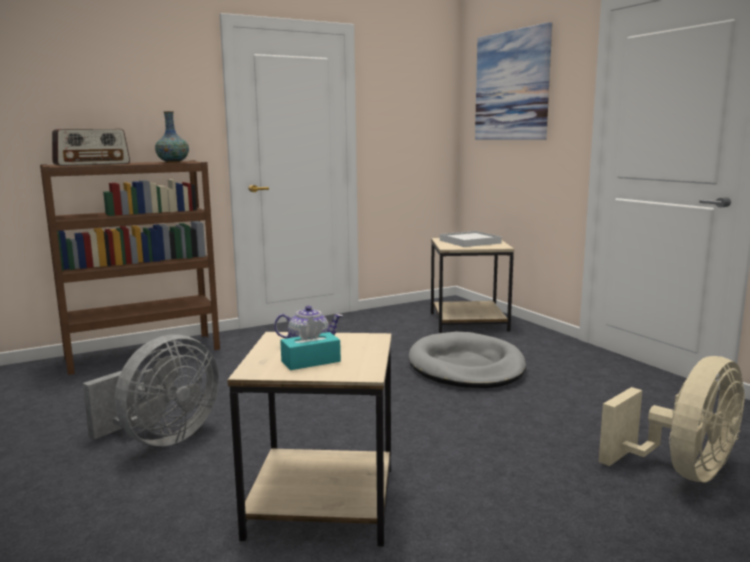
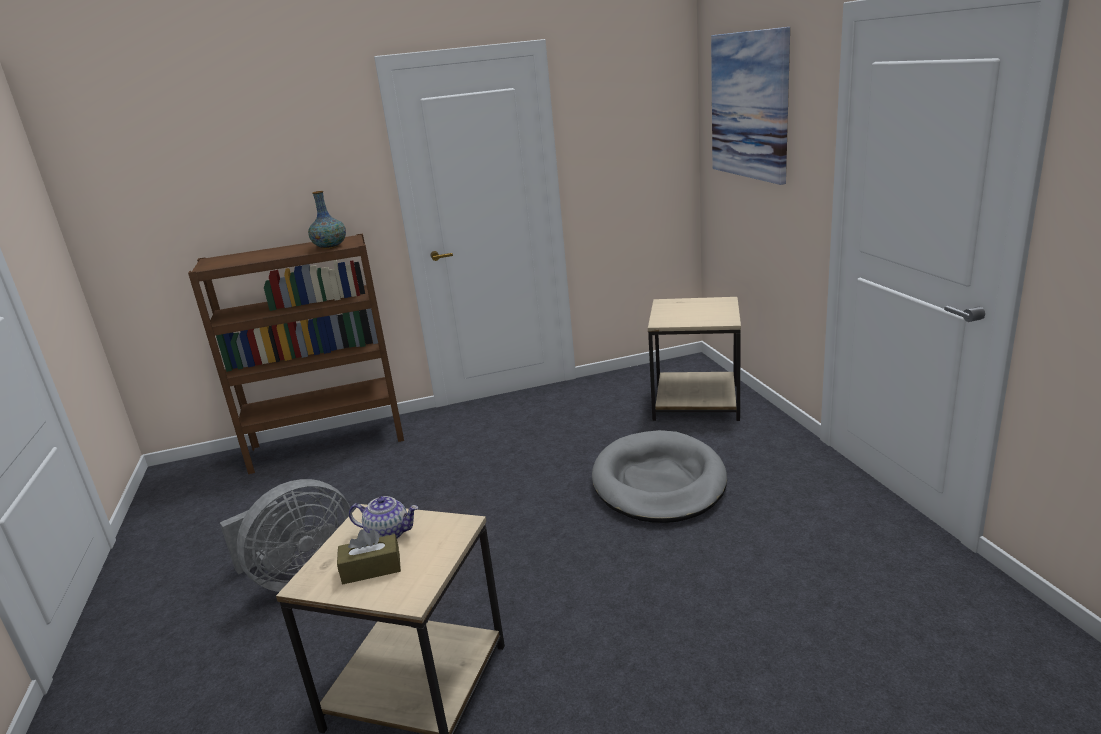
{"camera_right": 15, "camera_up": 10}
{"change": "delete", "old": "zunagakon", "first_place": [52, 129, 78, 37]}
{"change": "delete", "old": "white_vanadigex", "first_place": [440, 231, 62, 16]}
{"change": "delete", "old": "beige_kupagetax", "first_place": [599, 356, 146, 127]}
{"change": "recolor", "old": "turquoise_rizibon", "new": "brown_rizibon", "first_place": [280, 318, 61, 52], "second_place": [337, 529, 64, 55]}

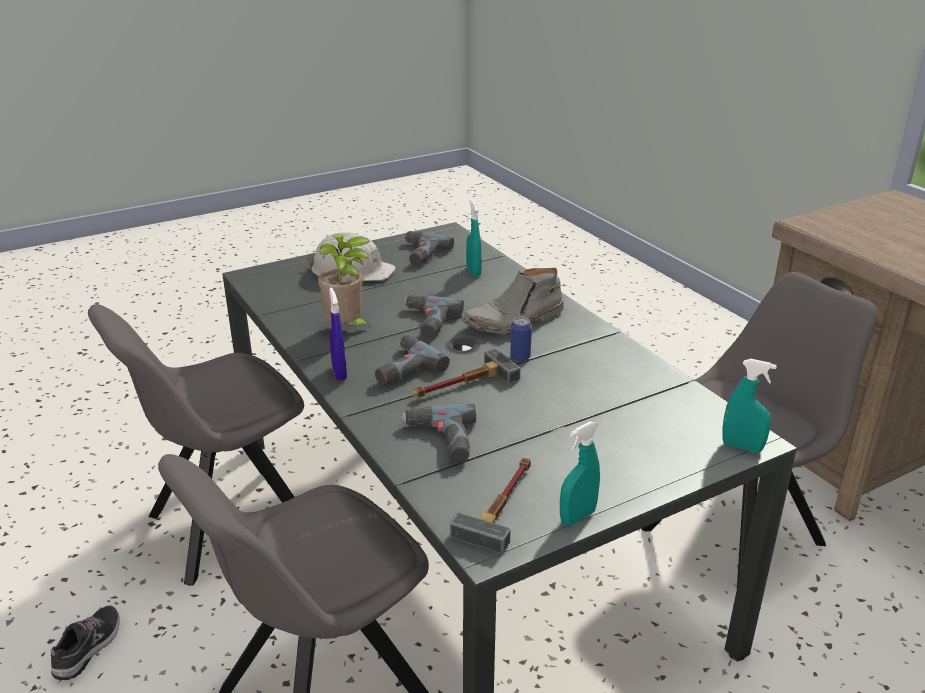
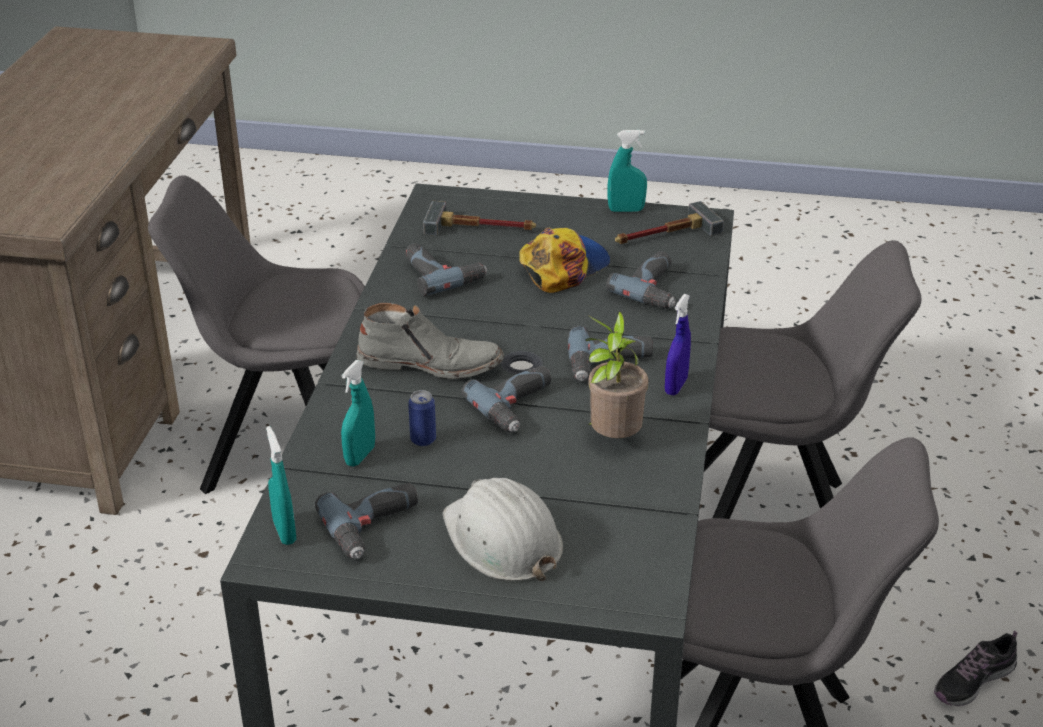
{"camera_right": -140, "camera_up": 5}
{"change": "insert", "new": "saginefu", "second_place": [406, 243, 82, 53]}
{"change": "insert", "new": "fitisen", "second_place": [519, 228, 92, 65]}
{"change": "move", "old": "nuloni", "first_place": [412, 349, 108, 49], "second_place": [423, 201, 113, 35]}
{"change": "move", "old": "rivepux", "first_place": [510, 317, 22, 45], "second_place": [408, 390, 28, 56]}
{"change": "move", "old": "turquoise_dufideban", "first_place": [722, 359, 55, 94], "second_place": [266, 426, 30, 119]}

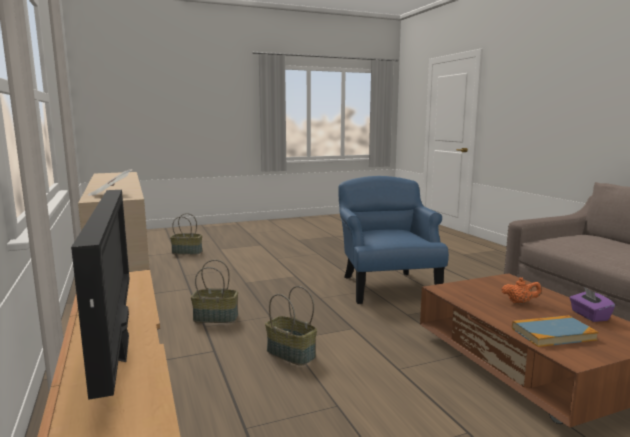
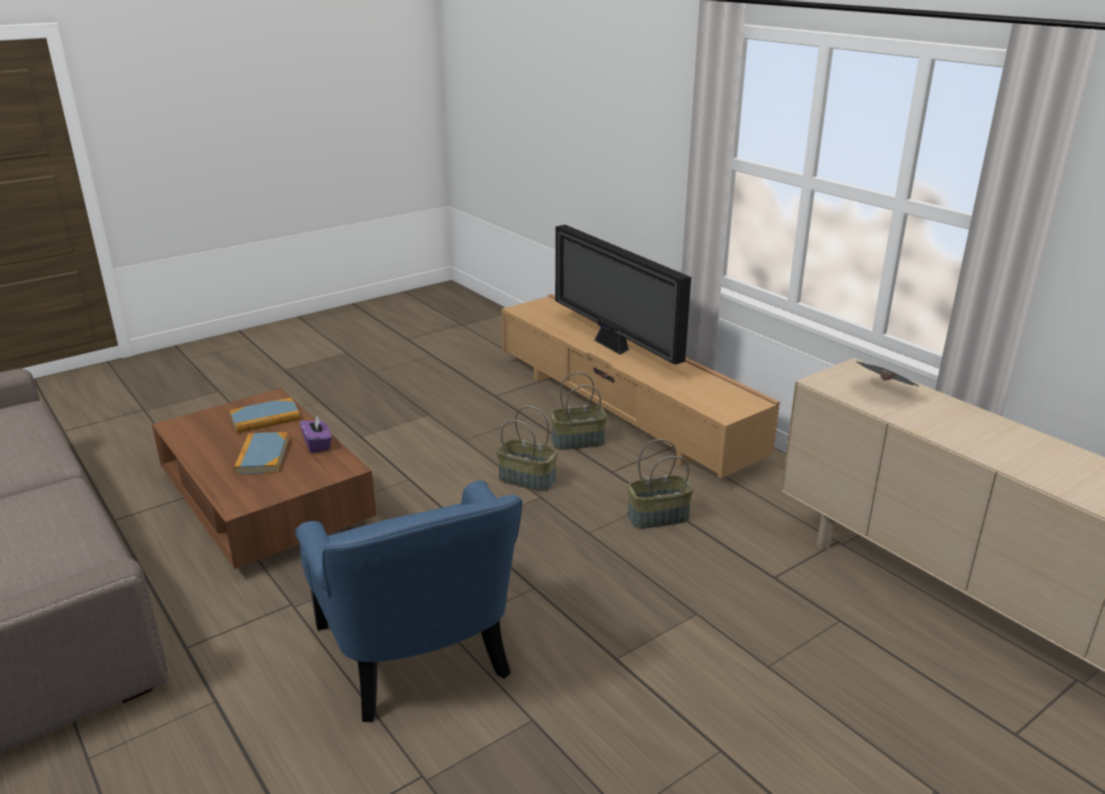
{"camera_right": 165, "camera_up": 15}
{"change": "move", "old": "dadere", "first_place": [170, 213, 32, 42], "second_place": [550, 372, 57, 78]}
{"change": "move", "old": "purple_rizibon", "first_place": [570, 287, 45, 35], "second_place": [300, 416, 32, 37]}
{"change": "replace", "old": "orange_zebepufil", "new": "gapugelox", "first_place": [502, 278, 40, 26], "second_place": [234, 432, 55, 43]}

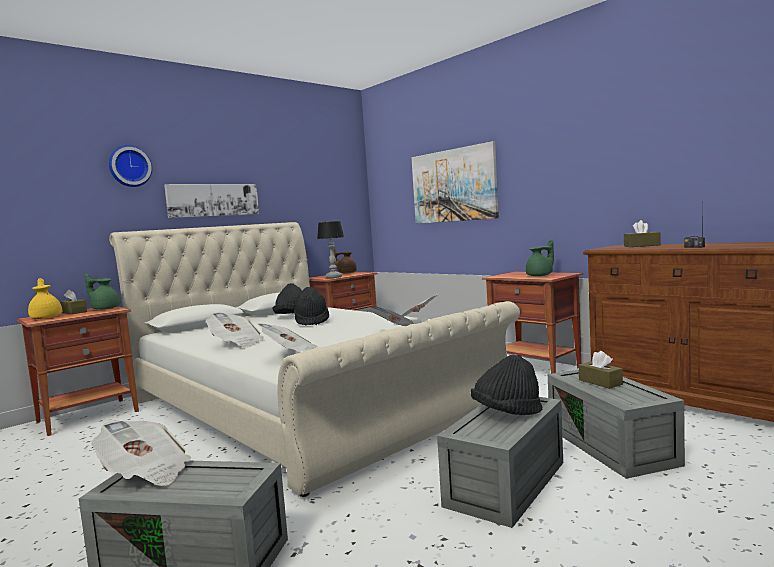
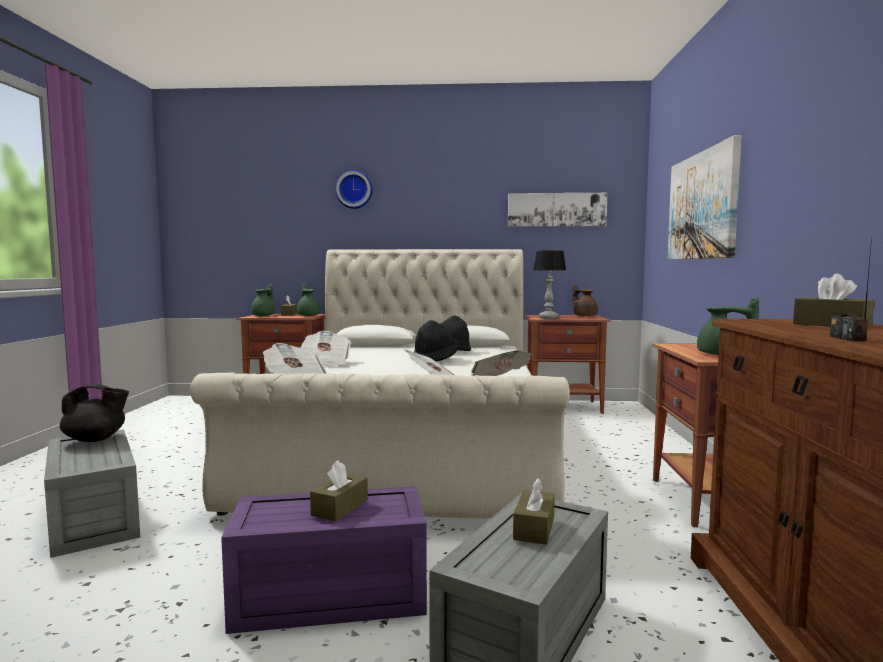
{"camera_right": 45, "camera_up": 0}
{"change": "move", "old": "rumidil", "first_place": [164, 184, 95, 34], "second_place": [508, 193, 100, 34]}
{"change": "replace", "old": "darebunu", "new": "black_zebepufil", "first_place": [91, 420, 101, 66], "second_place": [60, 384, 69, 58]}
{"change": "replace", "old": "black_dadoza", "new": "brown_rizibon", "first_place": [471, 355, 71, 60], "second_place": [310, 460, 58, 61]}
{"change": "recolor", "old": "yellow_zebepufil", "new": "green_zebepufil", "first_place": [28, 278, 34, 41], "second_place": [251, 283, 25, 33]}
{"change": "recolor", "old": "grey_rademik", "new": "purple_rademik", "first_place": [437, 397, 126, 131], "second_place": [221, 486, 206, 148]}

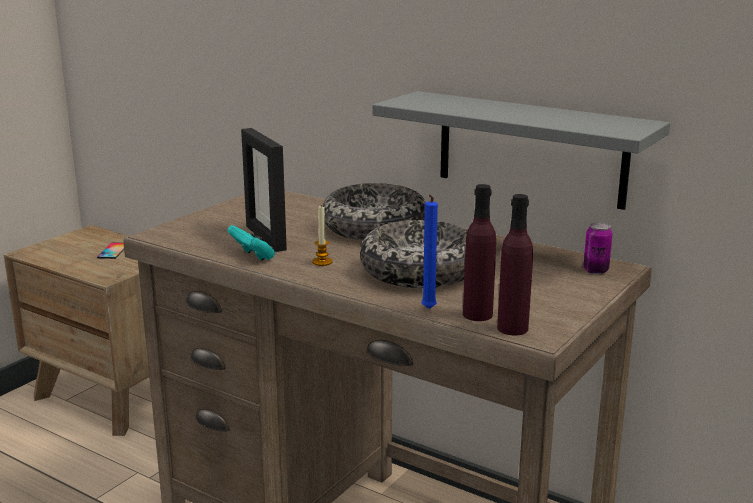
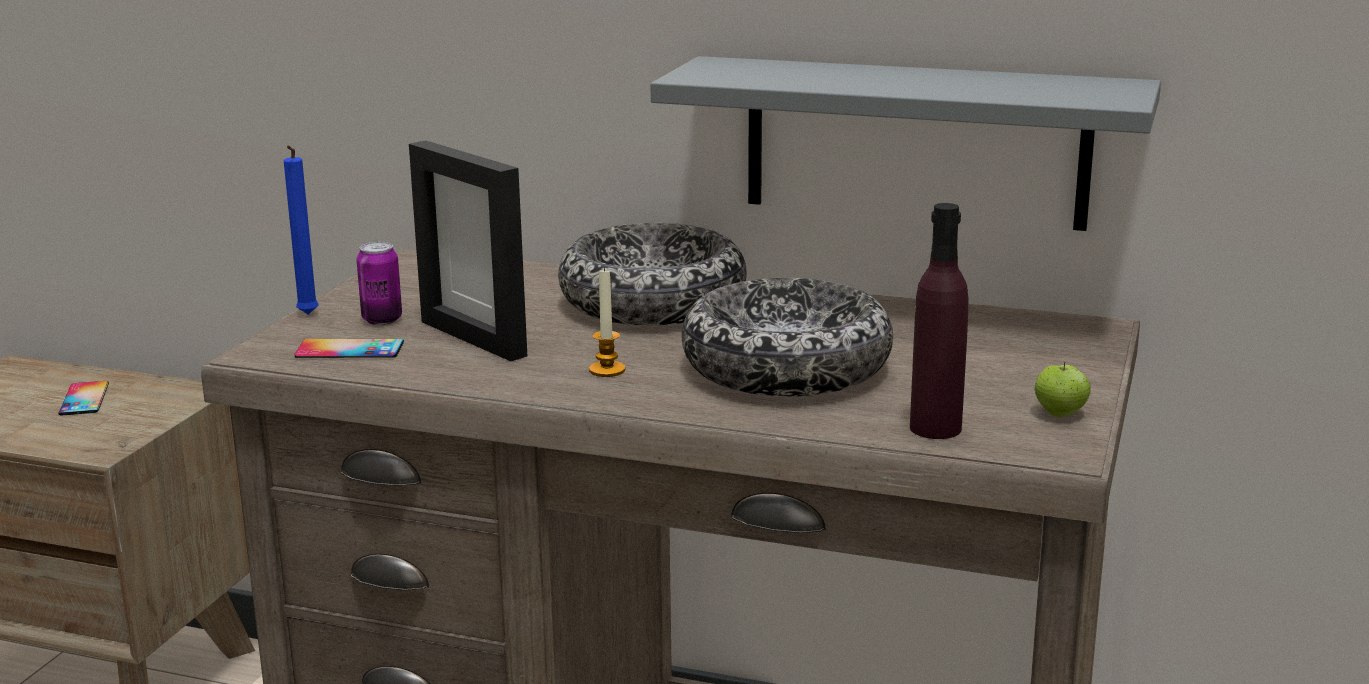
{"camera_right": -15, "camera_up": 0}
{"change": "delete", "old": "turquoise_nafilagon", "first_place": [227, 225, 48, 36]}
{"change": "delete", "old": "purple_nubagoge", "first_place": [497, 194, 36, 141]}
{"change": "insert", "new": "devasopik", "second_place": [294, 339, 110, 19]}
{"change": "insert", "new": "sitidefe", "second_place": [1035, 362, 56, 55]}
{"change": "move", "old": "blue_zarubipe", "first_place": [422, 195, 16, 114], "second_place": [284, 145, 34, 170]}
{"change": "move", "old": "rivepux", "first_place": [583, 222, 29, 52], "second_place": [356, 242, 46, 83]}

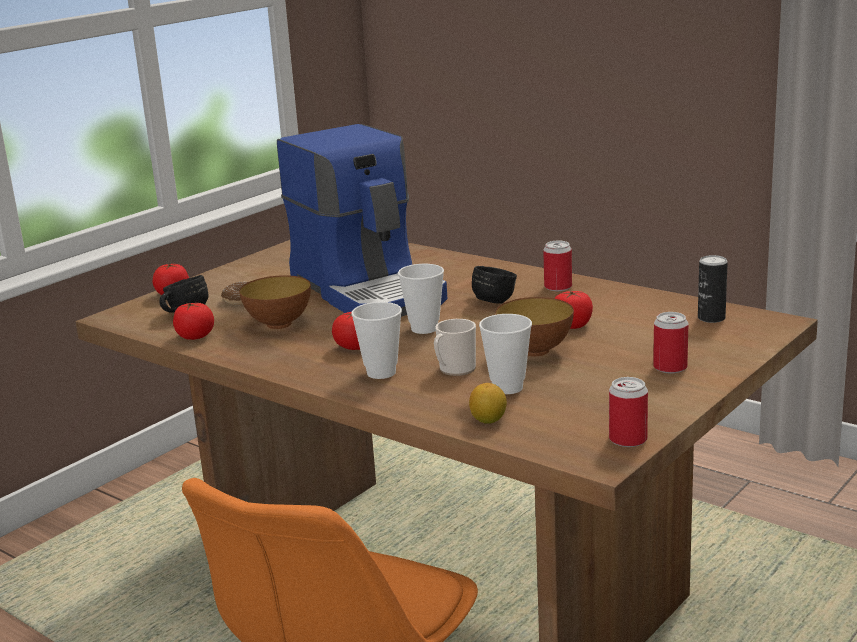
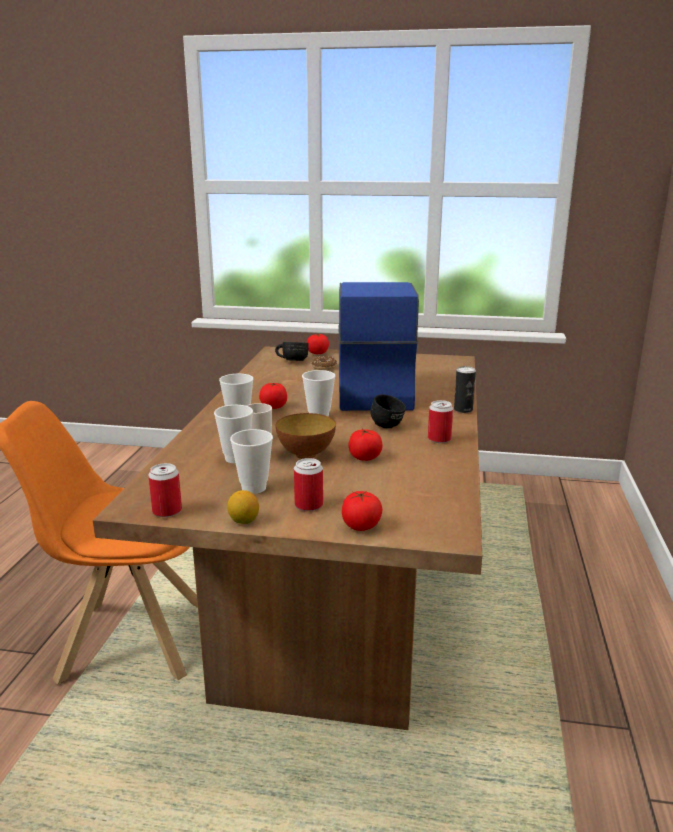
{"camera_right": 60, "camera_up": 0}
{"change": "delete", "old": "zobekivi", "first_place": [239, 275, 72, 54]}
{"change": "insert", "new": "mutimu", "second_place": [230, 429, 43, 65]}
{"change": "move", "old": "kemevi", "first_place": [173, 303, 41, 37], "second_place": [342, 491, 41, 40]}
{"change": "move", "old": "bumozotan", "first_place": [469, 383, 38, 41], "second_place": [227, 490, 32, 34]}
{"change": "move", "old": "rivepux", "first_place": [698, 255, 30, 68], "second_place": [454, 366, 22, 47]}
{"change": "rotate", "old": "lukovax", "first_place": [277, 124, 170, 193], "second_place": [338, 282, 81, 129], "degrees": 150}

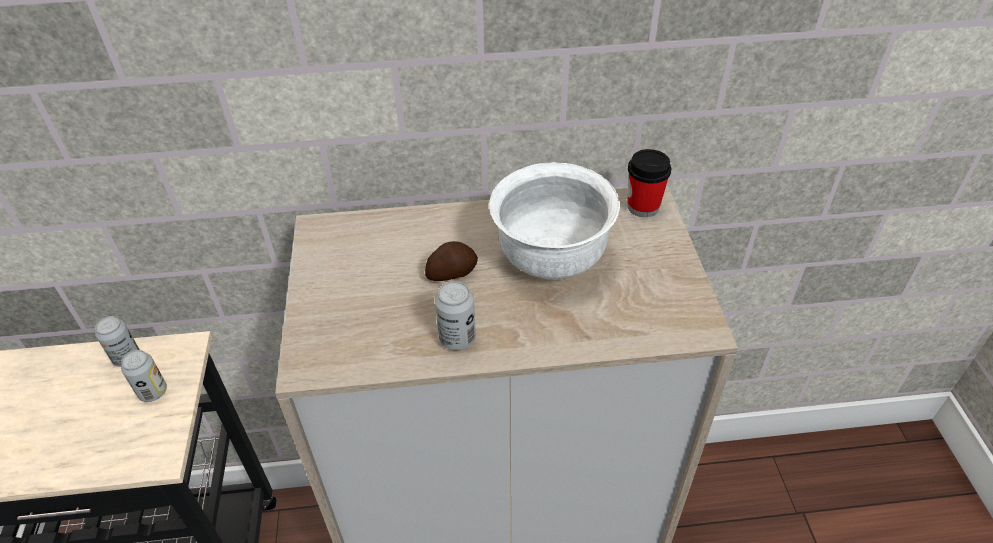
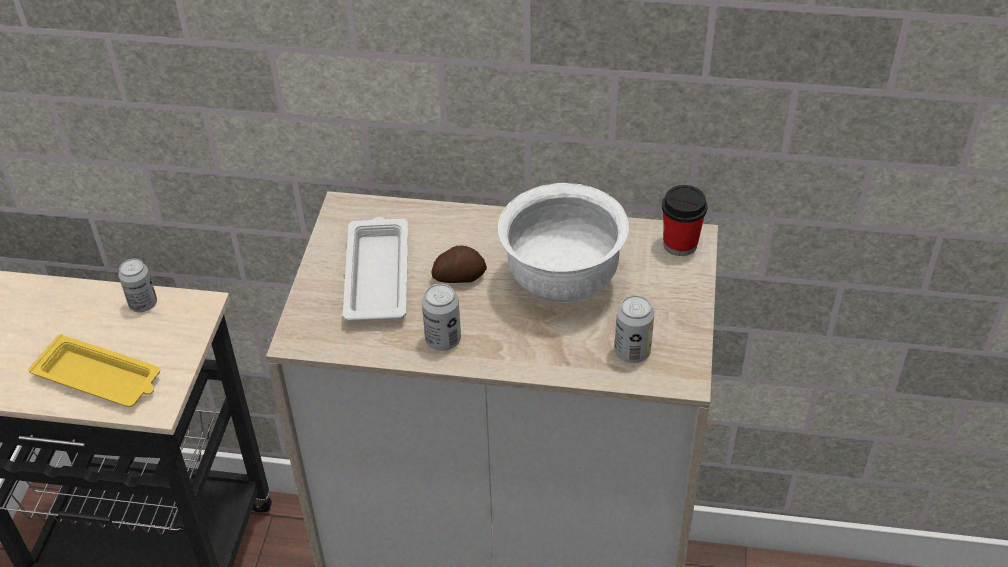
{"camera_right": 15, "camera_up": 0}
{"change": "insert", "new": "yellow_vanadigex", "second_place": [28, 334, 132, 73]}
{"change": "insert", "new": "white_vanadigex", "second_place": [343, 217, 65, 104]}
{"change": "move", "old": "rivepux", "first_place": [121, 350, 46, 52], "second_place": [615, 295, 39, 68]}

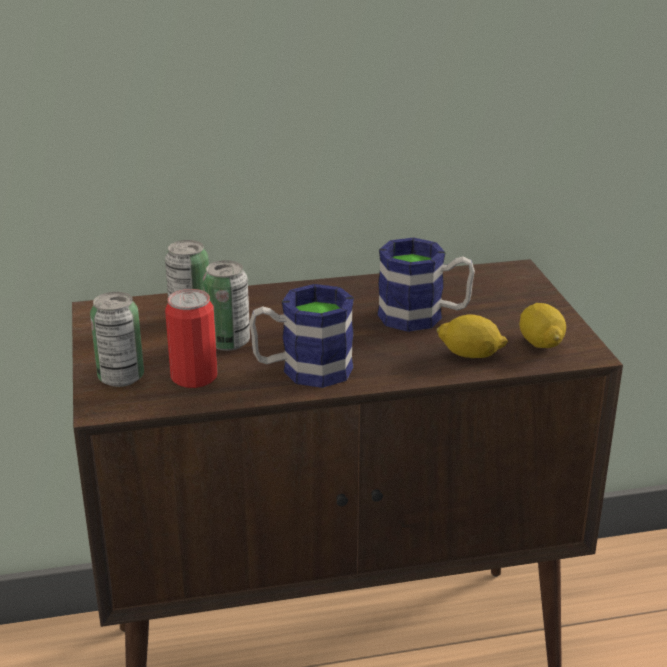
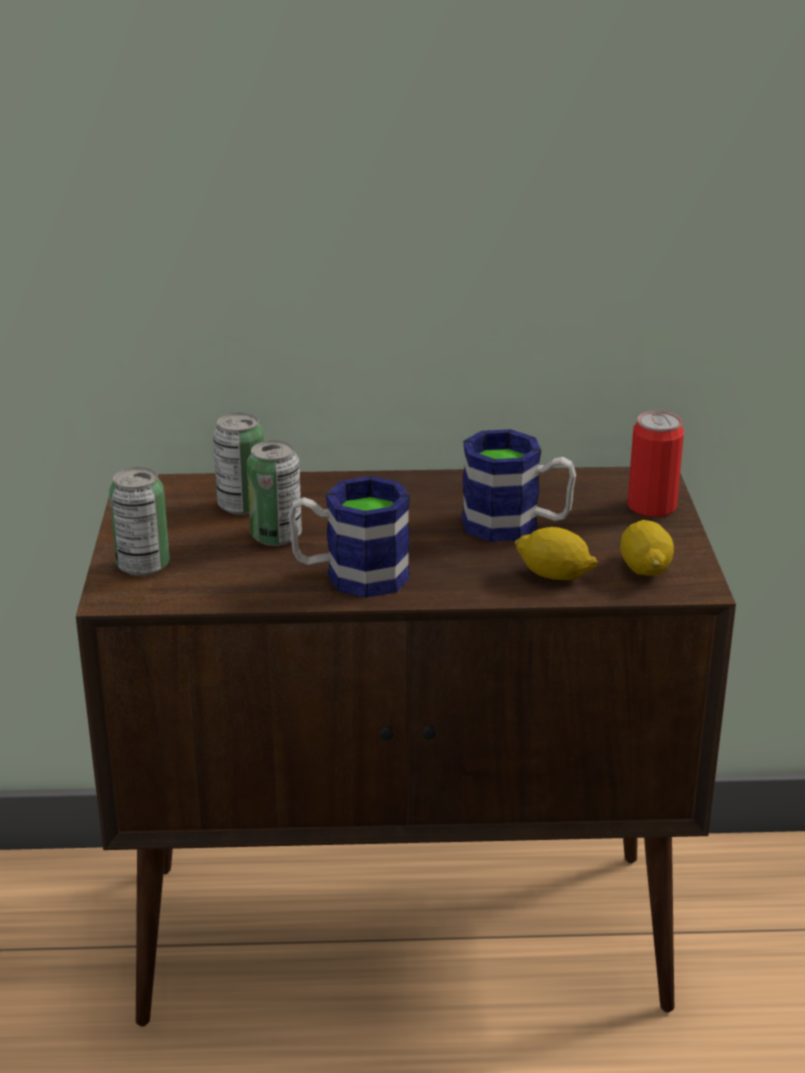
{"camera_right": 10, "camera_up": 0}
{"change": "move", "old": "rivepux", "first_place": [165, 289, 53, 99], "second_place": [627, 411, 57, 106]}

